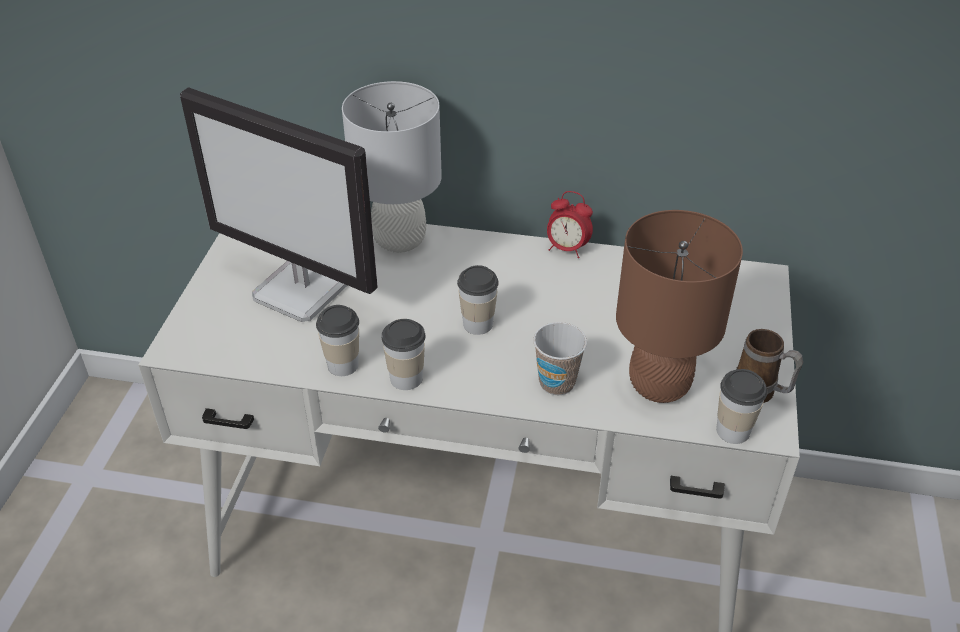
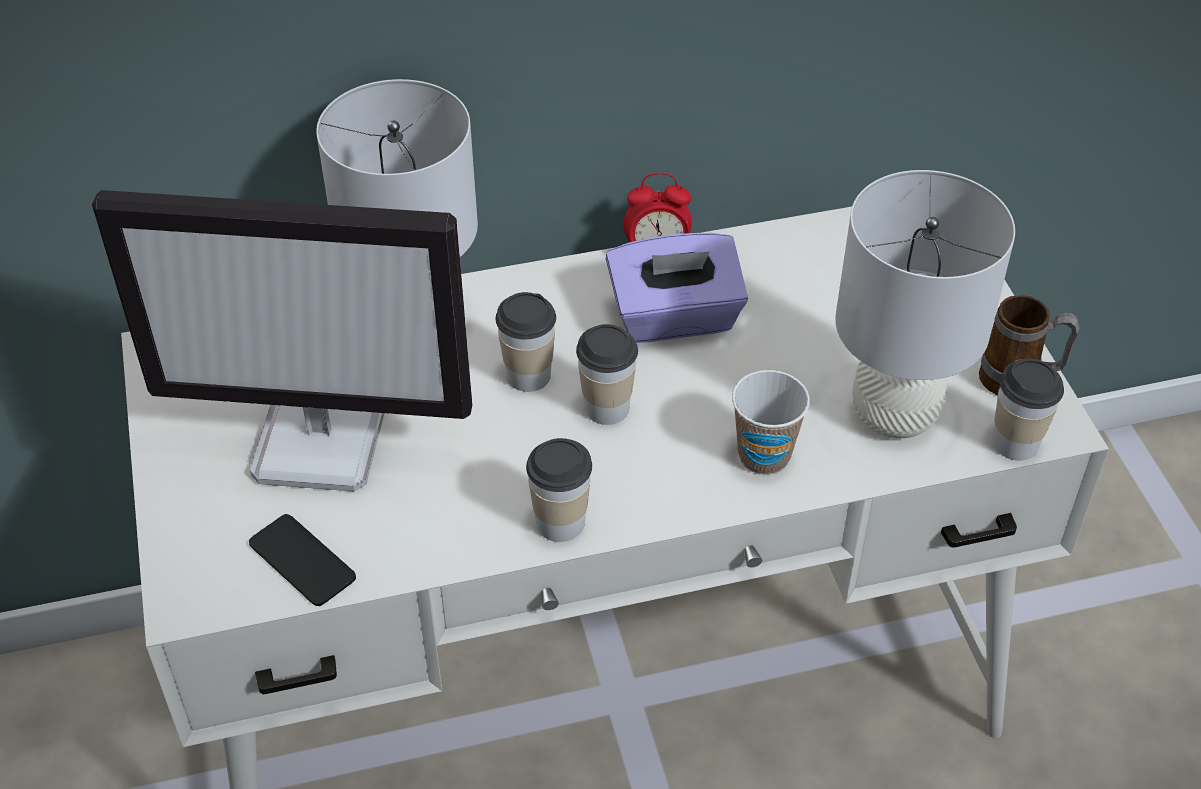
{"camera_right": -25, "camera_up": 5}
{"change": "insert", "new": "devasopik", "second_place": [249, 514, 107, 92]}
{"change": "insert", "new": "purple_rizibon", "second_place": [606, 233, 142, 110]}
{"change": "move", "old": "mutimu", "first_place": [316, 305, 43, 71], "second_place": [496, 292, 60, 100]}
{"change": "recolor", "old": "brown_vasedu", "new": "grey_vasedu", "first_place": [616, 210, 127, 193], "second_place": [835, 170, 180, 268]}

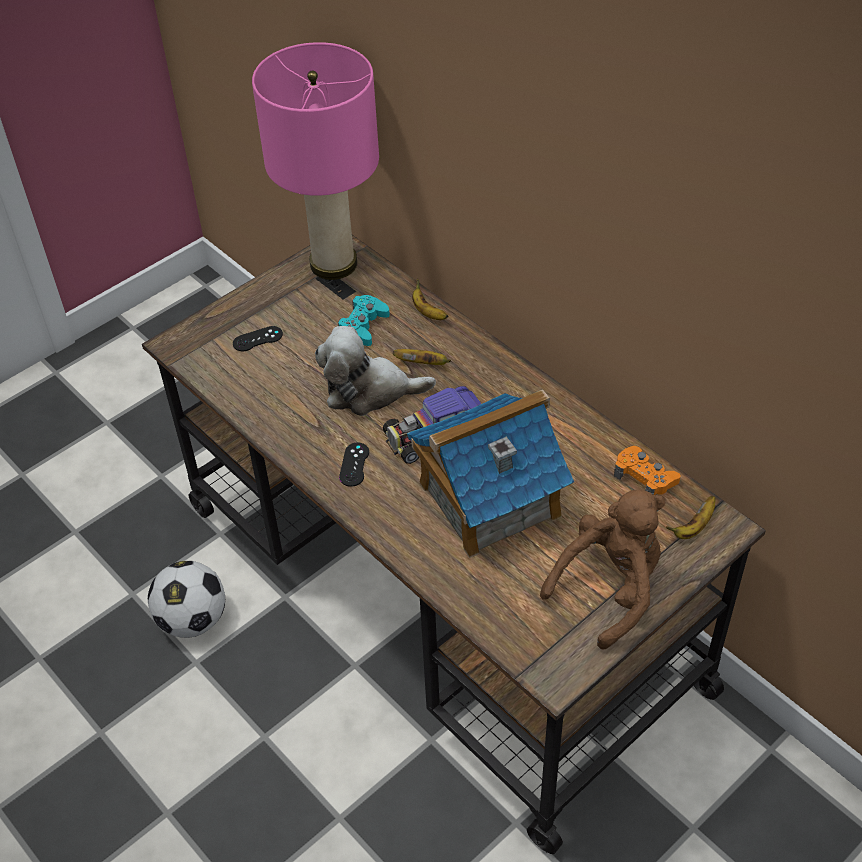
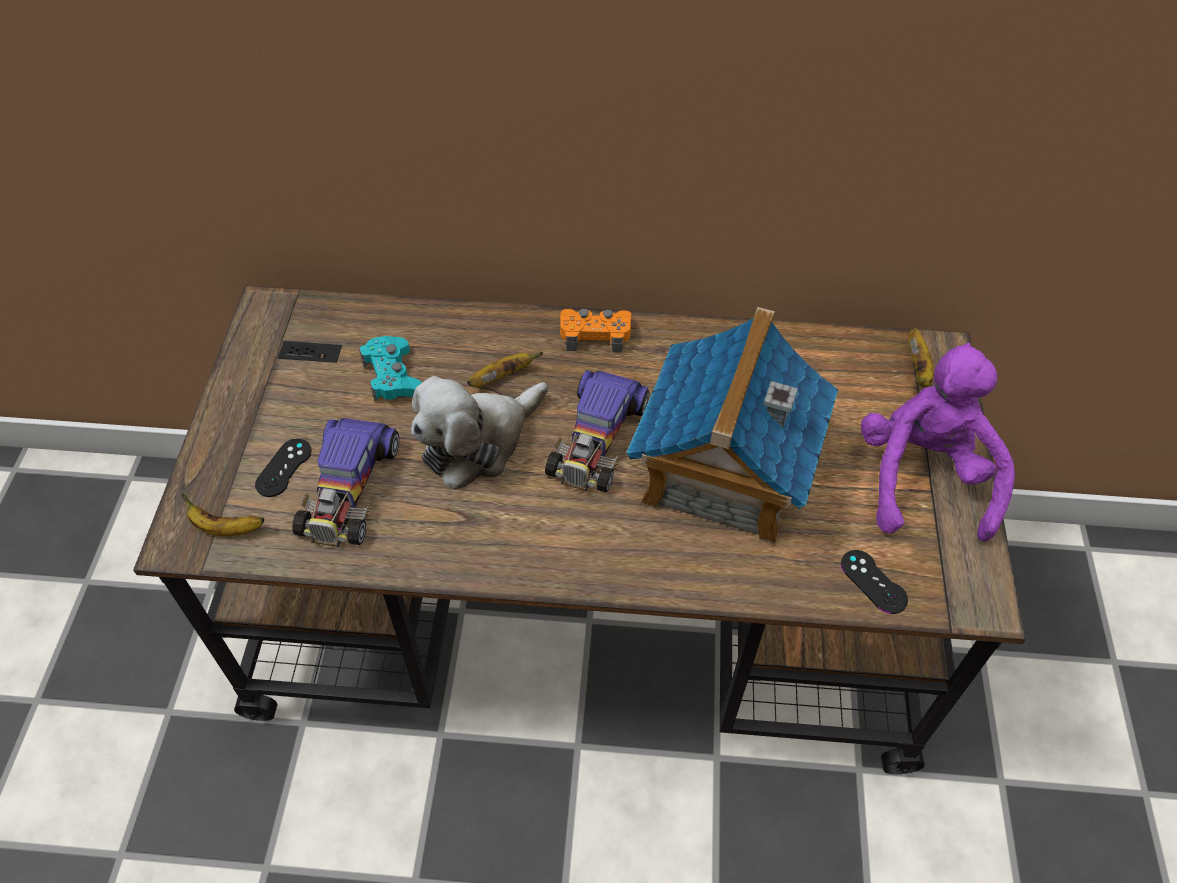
{"camera_right": -45, "camera_up": 5}
{"change": "delete", "old": "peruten", "first_place": [148, 561, 77, 77]}
{"change": "delete", "old": "pink_vasedu", "first_place": [252, 42, 127, 238]}
{"change": "insert", "new": "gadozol", "second_place": [292, 418, 107, 129]}
{"change": "move", "old": "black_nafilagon", "first_place": [339, 443, 30, 44], "second_place": [841, 550, 67, 64]}
{"change": "move", "old": "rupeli", "first_place": [412, 279, 37, 41], "second_place": [181, 493, 83, 43]}
{"change": "move", "old": "orange_nafilagon", "first_place": [614, 446, 67, 49], "second_place": [560, 309, 71, 43]}
{"change": "recolor", "old": "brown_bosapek", "new": "purple_bosapek", "first_place": [540, 490, 126, 160], "second_place": [861, 343, 154, 199]}

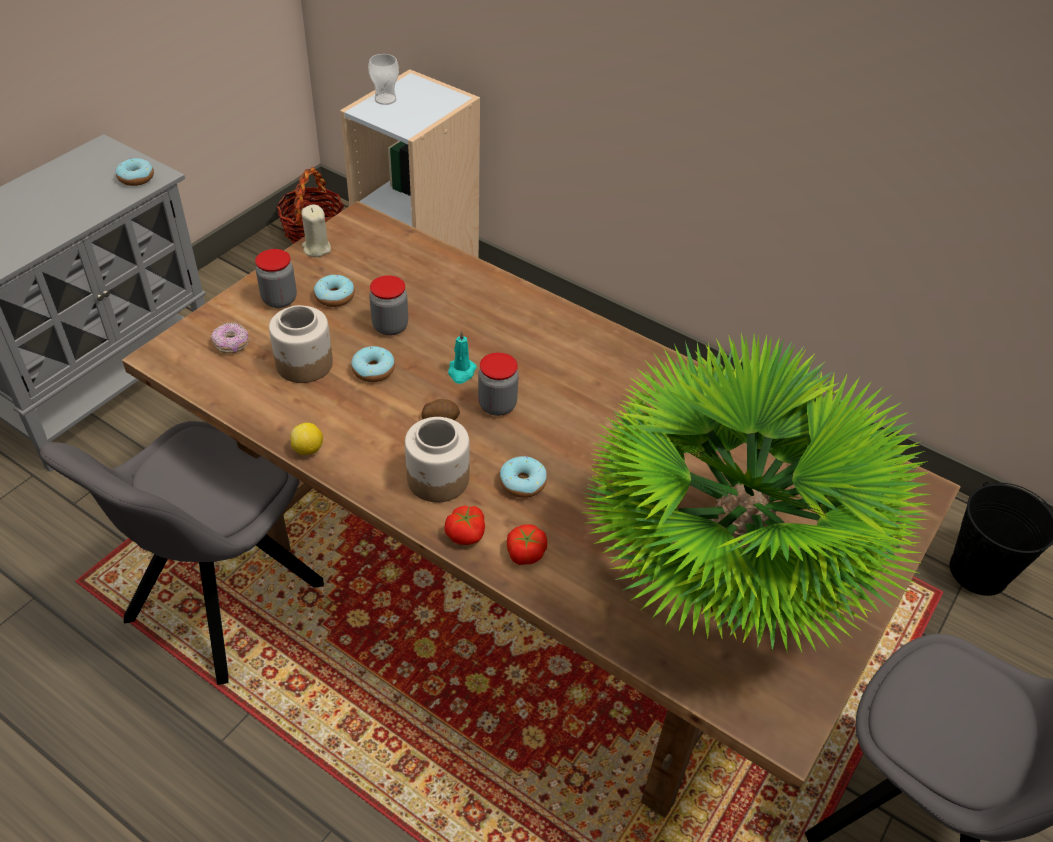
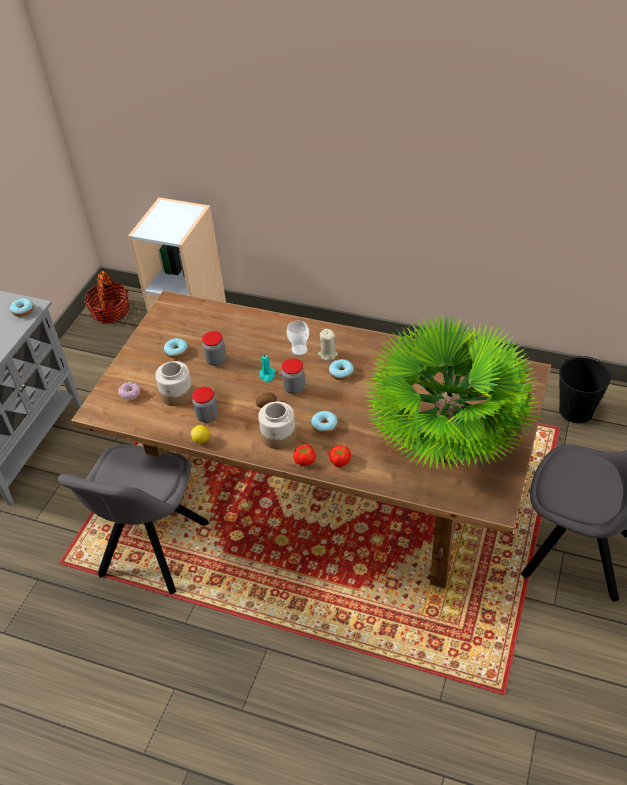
{"camera_right": -10, "camera_up": 0}
{"change": "move", "old": "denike", "first_place": [255, 249, 42, 59], "second_place": [192, 387, 26, 36]}
{"change": "move", "old": "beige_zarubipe", "first_place": [301, 205, 30, 52], "second_place": [318, 329, 20, 32]}
{"change": "move", "old": "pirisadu", "first_place": [351, 346, 44, 36], "second_place": [329, 359, 25, 21]}
{"change": "move", "old": "mutimu", "first_place": [368, 54, 31, 51], "second_place": [287, 321, 22, 35]}

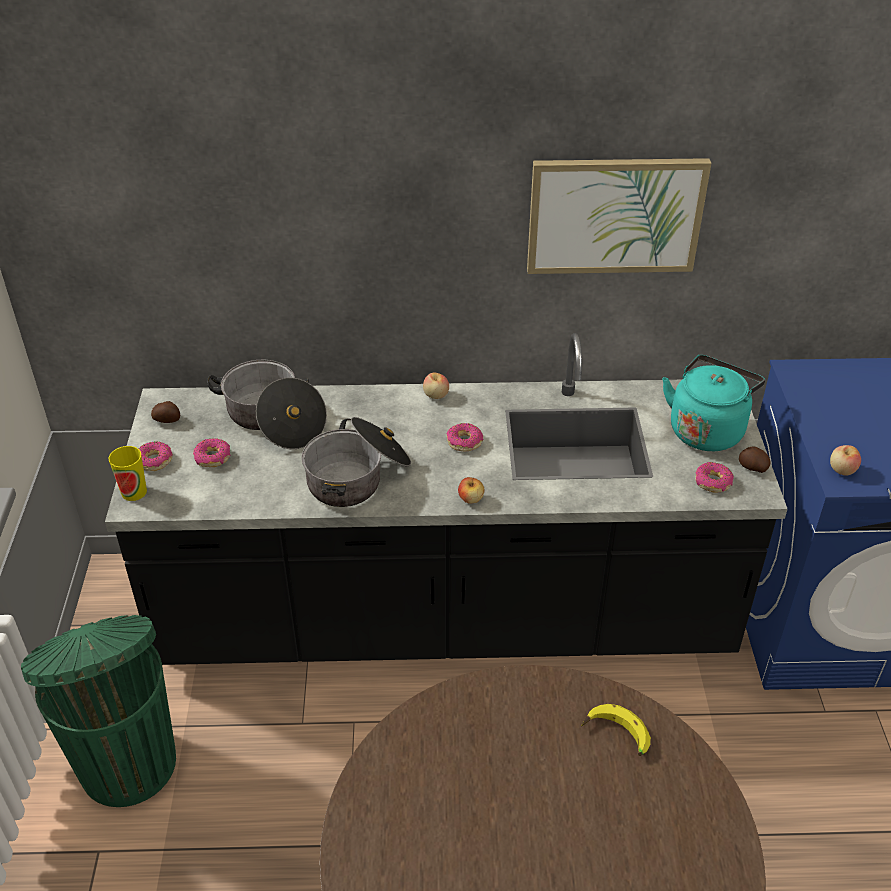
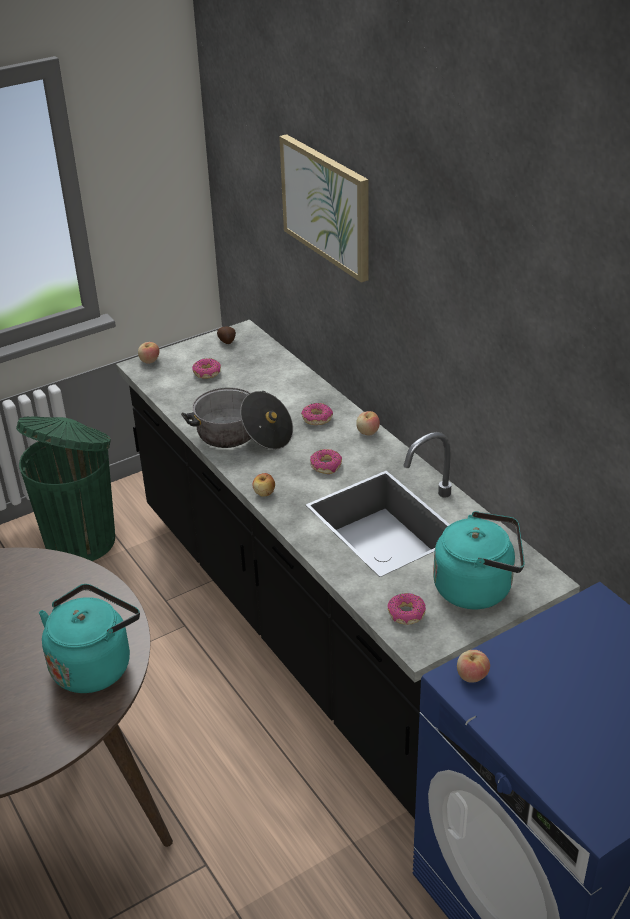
{"camera_right": 60, "camera_up": -5}
{"change": "delete", "old": "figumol", "first_place": [207, 360, 120, 89]}
{"change": "delete", "old": "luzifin", "first_place": [739, 446, 32, 27]}
{"change": "move", "old": "pirisadu", "first_place": [139, 442, 34, 29], "second_place": [301, 403, 32, 22]}
{"change": "move", "old": "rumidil", "first_place": [527, 158, 184, 116], "second_place": [279, 134, 90, 149]}
{"change": "replace", "old": "mutimu", "new": "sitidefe", "first_place": [108, 446, 39, 55], "second_place": [138, 342, 21, 22]}
{"change": "replace", "old": "rupeli", "new": "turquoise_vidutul", "first_place": [581, 704, 70, 52], "second_place": [39, 584, 101, 109]}

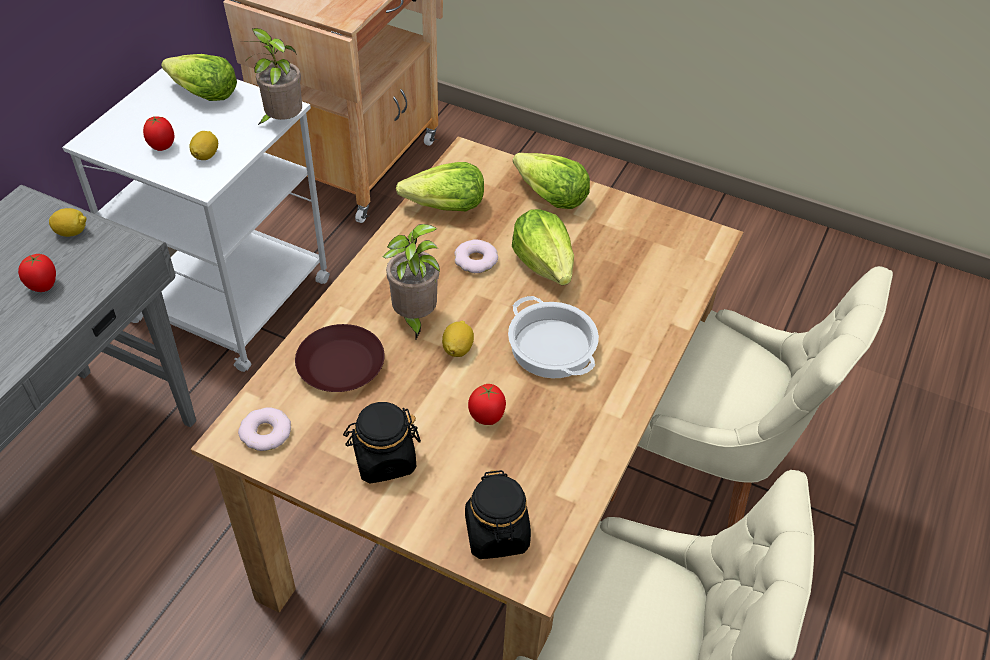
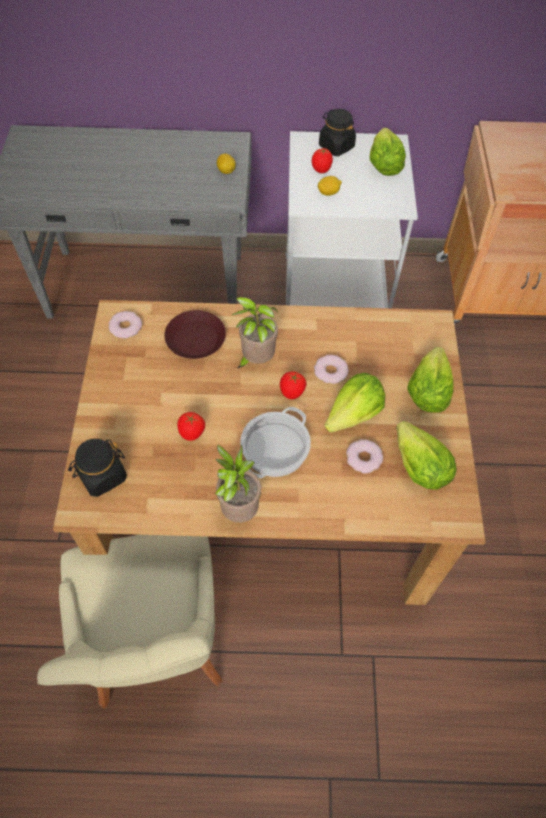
{"camera_right": 65, "camera_up": 10}
{"change": "delete", "old": "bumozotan", "first_place": [442, 320, 32, 37]}
{"change": "delete", "old": "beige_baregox", "first_place": [610, 266, 283, 262]}
{"change": "insert", "new": "pirisadu", "second_place": [346, 439, 37, 35]}
{"change": "move", "old": "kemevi", "first_place": [18, 254, 38, 38], "second_place": [280, 371, 27, 28]}
{"change": "move", "old": "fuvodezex", "first_place": [247, 28, 55, 97], "second_place": [215, 445, 46, 78]}
{"change": "move", "old": "black_denike", "first_place": [343, 402, 78, 82], "second_place": [319, 109, 37, 47]}
{"change": "move", "old": "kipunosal", "first_place": [396, 162, 88, 49], "second_place": [396, 421, 61, 69]}

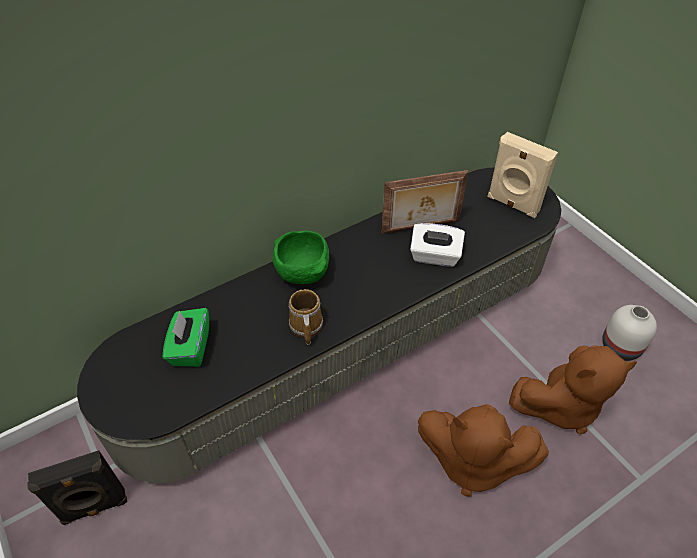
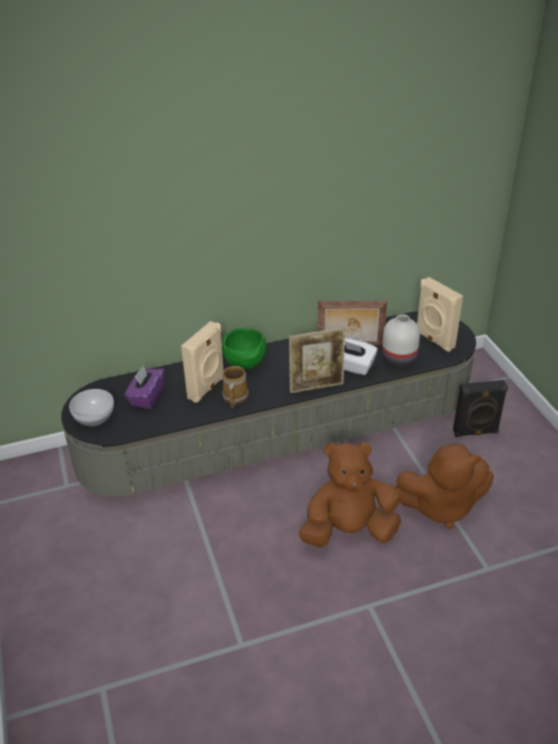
{"camera_right": 15, "camera_up": -10}
{"change": "insert", "new": "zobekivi", "second_place": [69, 389, 45, 37]}
{"change": "insert", "new": "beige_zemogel", "second_place": [181, 321, 42, 82]}
{"change": "insert", "new": "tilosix", "second_place": [289, 328, 56, 65]}
{"change": "move", "old": "black_zemogel", "first_place": [27, 450, 100, 75], "second_place": [453, 380, 55, 57]}
{"change": "move", "old": "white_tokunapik", "first_place": [602, 305, 55, 56], "second_place": [382, 314, 38, 53]}
{"change": "recolor", "old": "green_rizibon", "new": "purple_rizibon", "first_place": [163, 308, 46, 59], "second_place": [125, 366, 40, 43]}
{"change": "rotate", "old": "brown_bosapek", "first_place": [418, 404, 131, 93], "second_place": [298, 442, 103, 105], "degrees": 135}

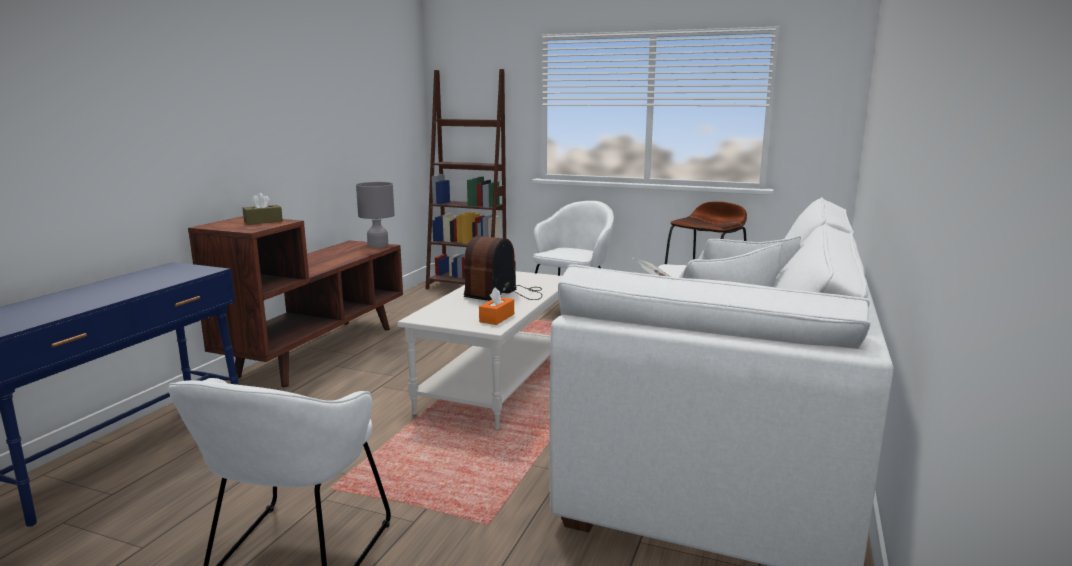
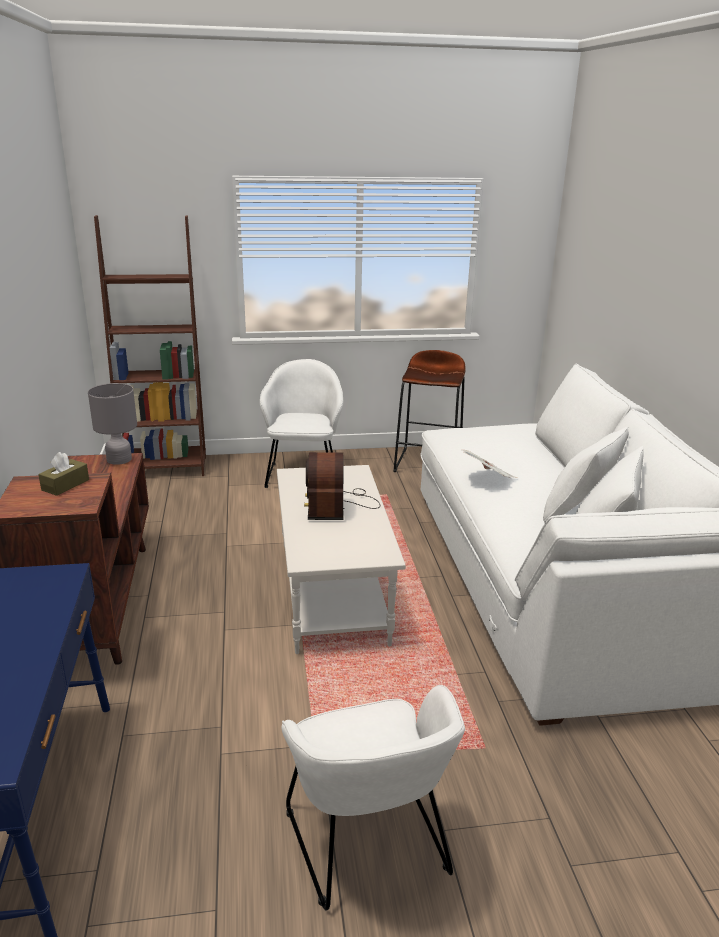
{"camera_right": -30, "camera_up": 10}
{"change": "delete", "old": "orange_rizibon", "first_place": [479, 287, 35, 38]}

